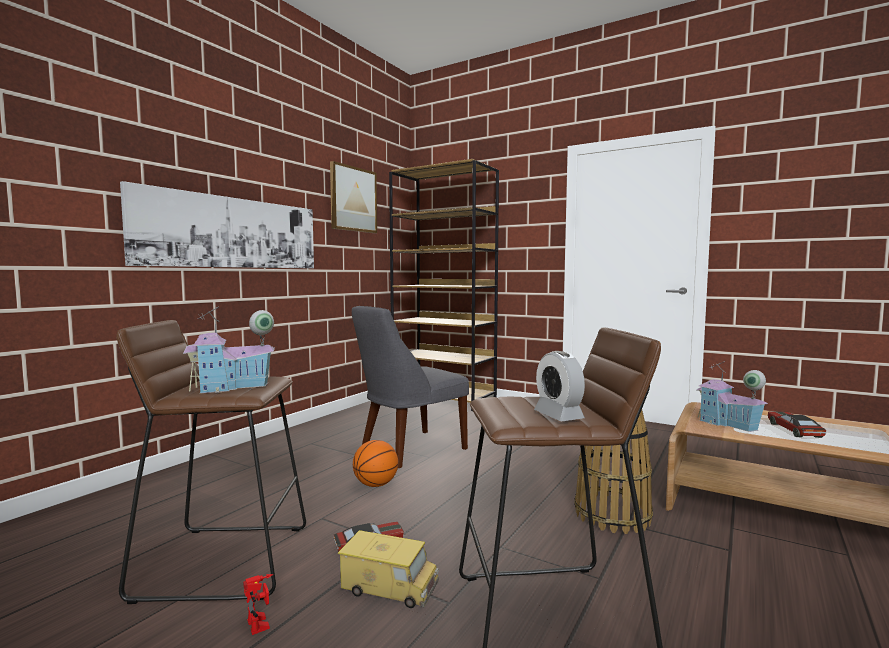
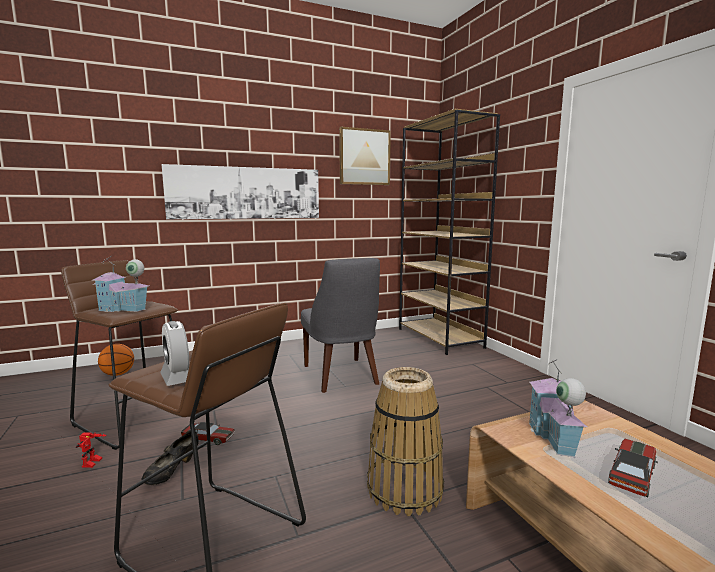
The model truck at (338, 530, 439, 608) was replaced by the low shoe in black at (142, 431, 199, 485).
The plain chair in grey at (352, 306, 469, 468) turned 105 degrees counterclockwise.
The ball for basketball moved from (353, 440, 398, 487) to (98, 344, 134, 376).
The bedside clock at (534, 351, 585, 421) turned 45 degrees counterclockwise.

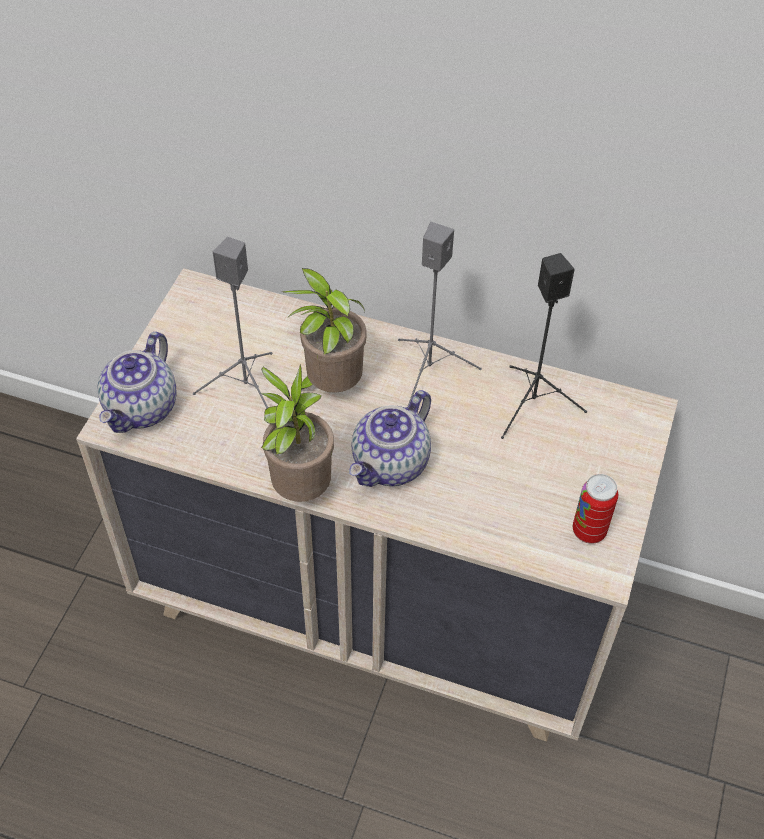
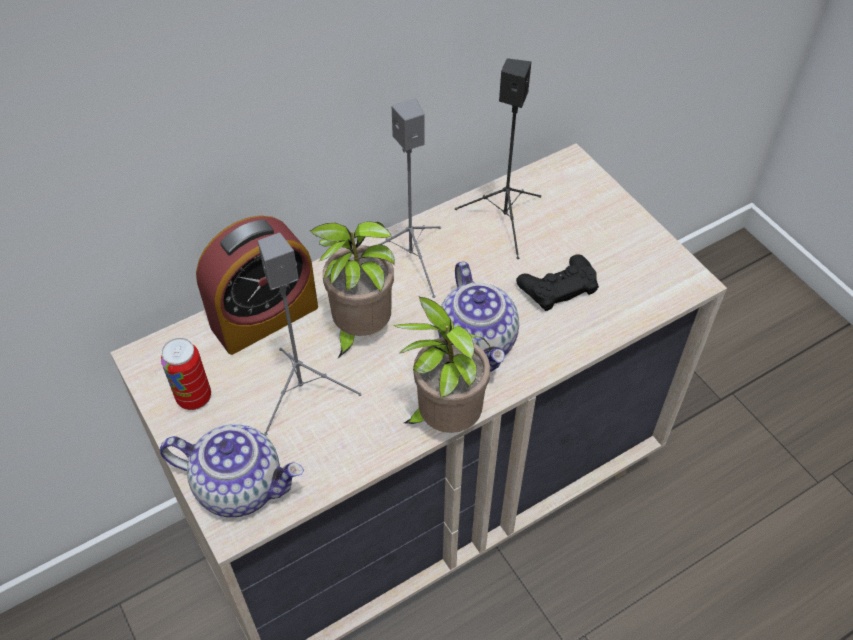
The teapot at (98, 332, 177, 433) turned 45 degrees counterclockwise.
The sealed can moved from (573, 474, 618, 544) to (161, 338, 211, 410).
The bedside clock at (196, 216, 318, 355) appeared.
The game controller in black at (516, 254, 599, 311) appeared.

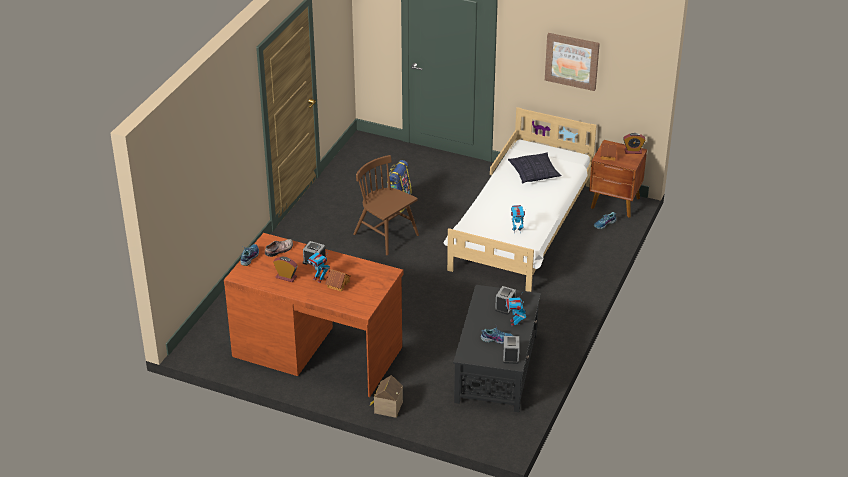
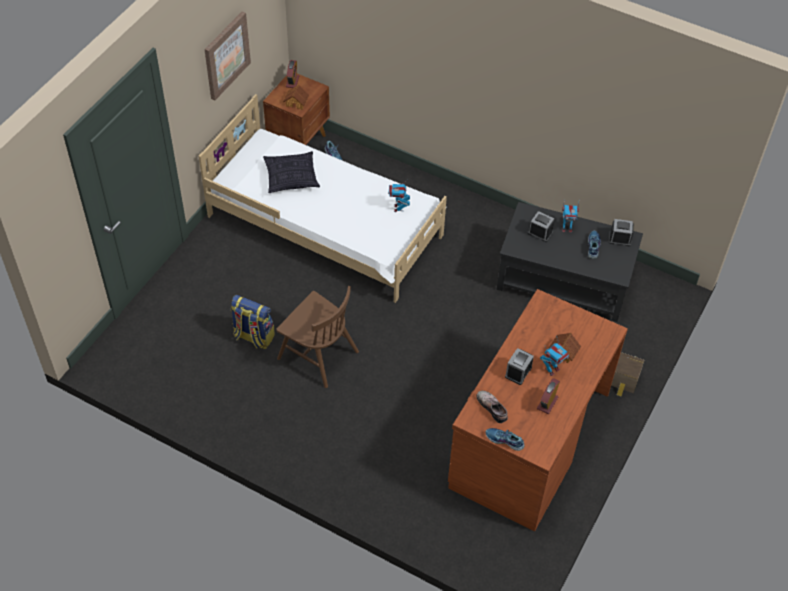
The plain chair in brownish at (353, 155, 419, 255) turned 105 degrees counterclockwise.

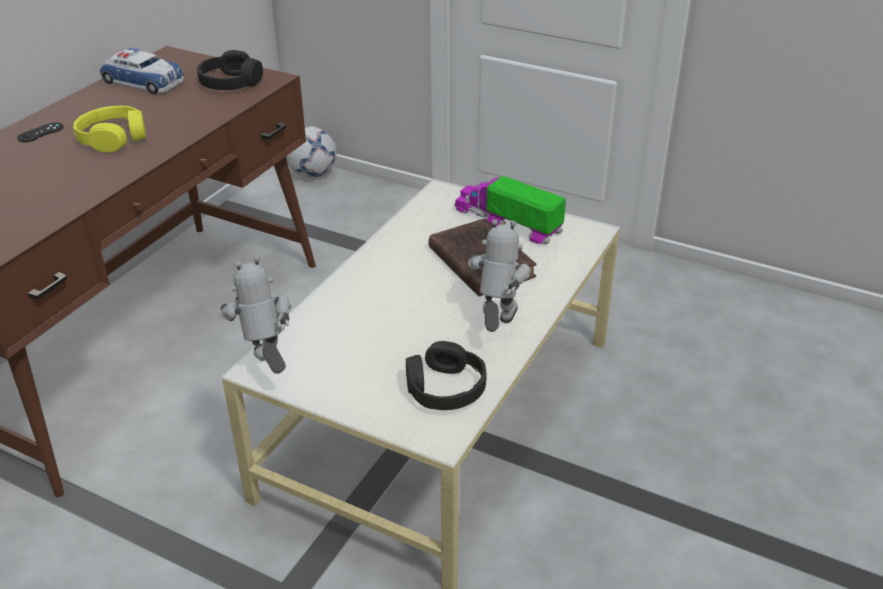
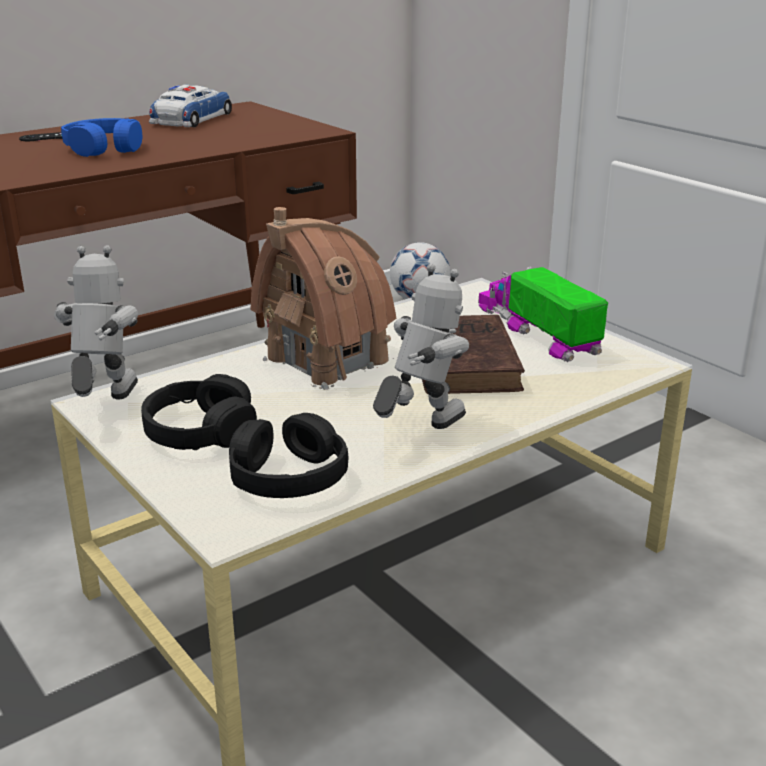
The headset in yellowish at (73, 106, 146, 153) became the headset in bluish at (61, 118, 142, 157).
The miniature car at (100, 48, 185, 95) turned 120 degrees counterclockwise.
The headset in black moved from (197, 50, 263, 90) to (141, 374, 257, 450).
The miniature house at (250, 207, 396, 390) appeared.

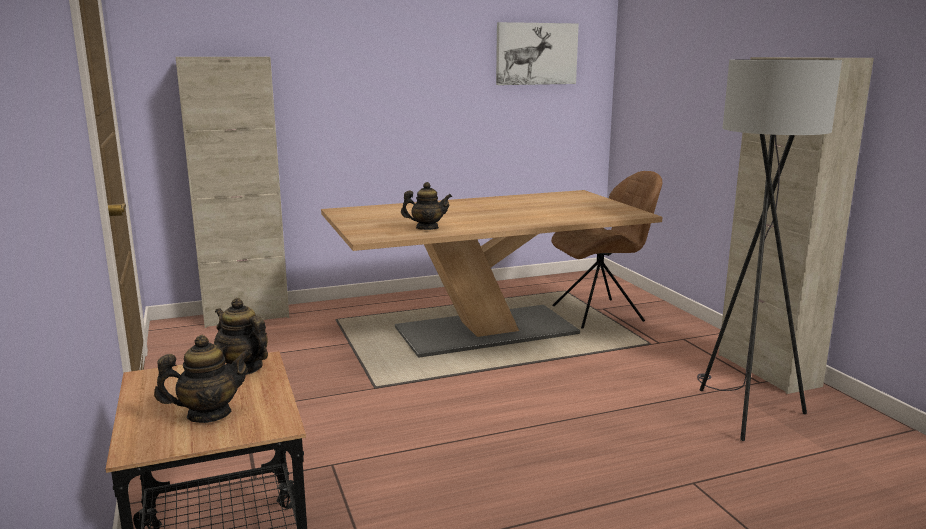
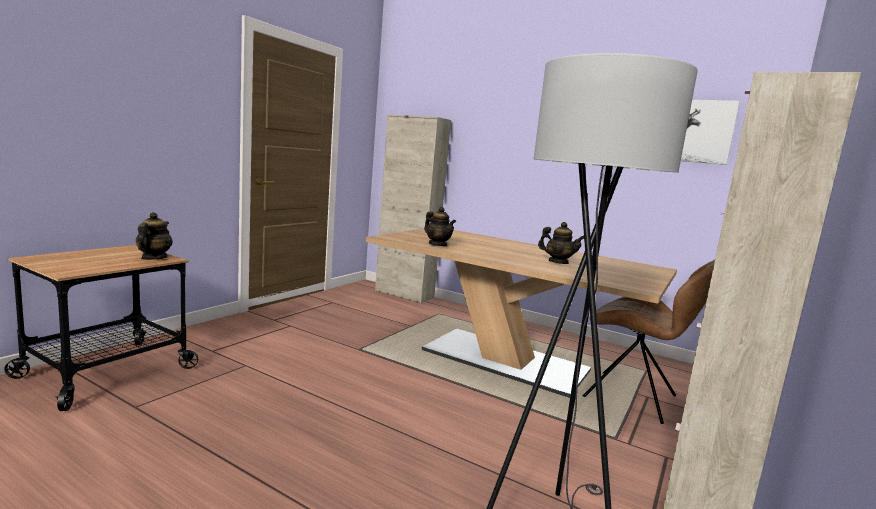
The teapot moved from (154, 335, 252, 423) to (538, 222, 584, 264).

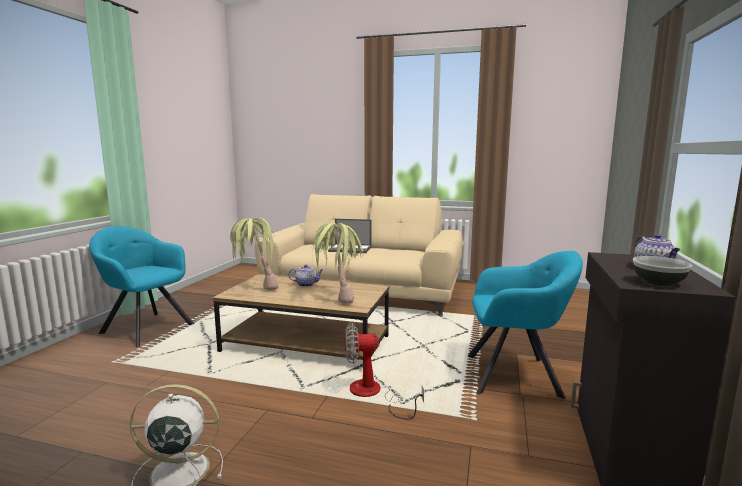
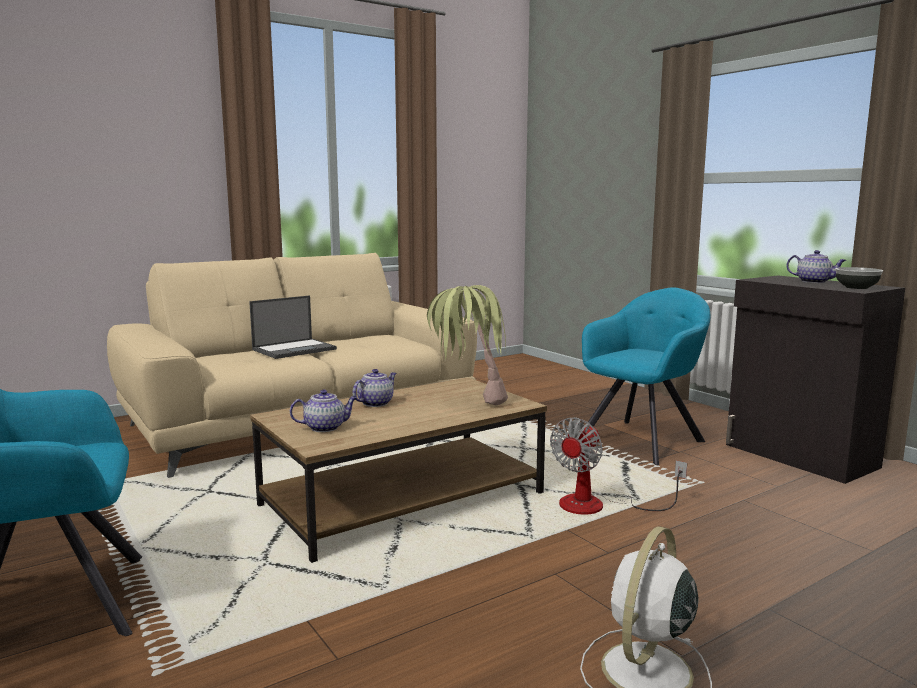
The houseplant at (230, 218, 278, 291) was replaced by the teapot at (290, 389, 357, 432).

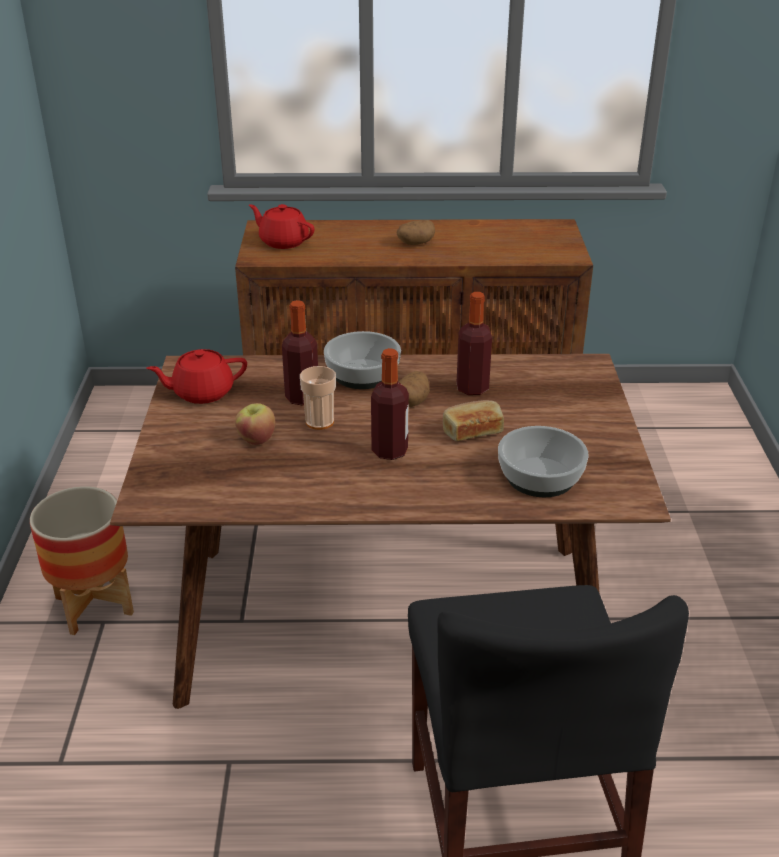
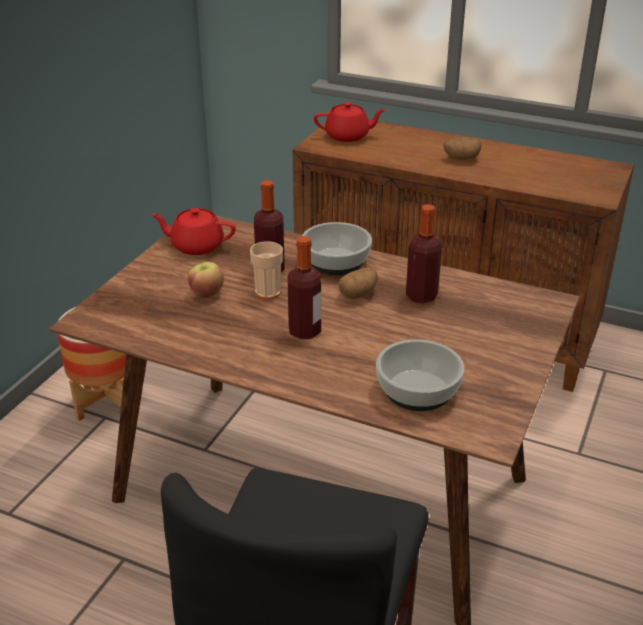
The teapot in red-coloured at (249, 204, 314, 249) turned 120 degrees clockwise.
The bakery bread at (443, 400, 504, 441) disappeared.

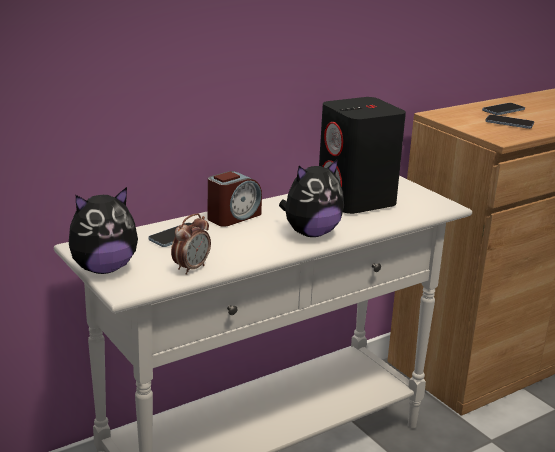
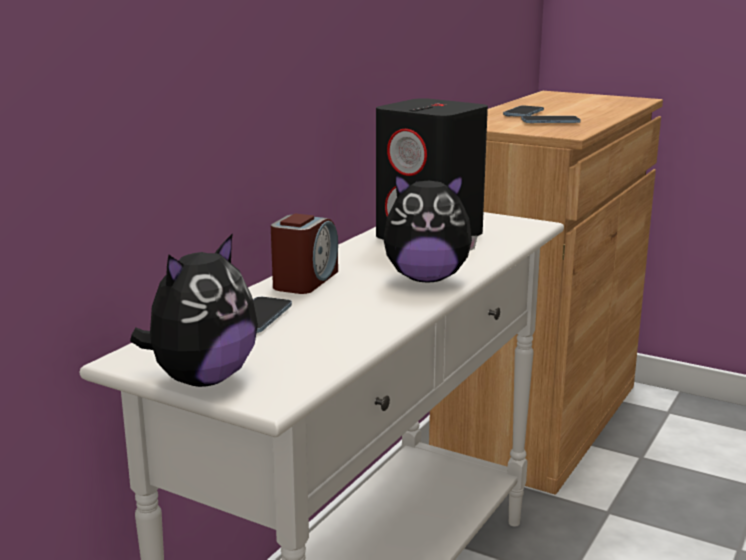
The bedside clock at (171, 213, 211, 275) disappeared.
The cuddly toy at (279, 159, 344, 237) turned 60 degrees clockwise.

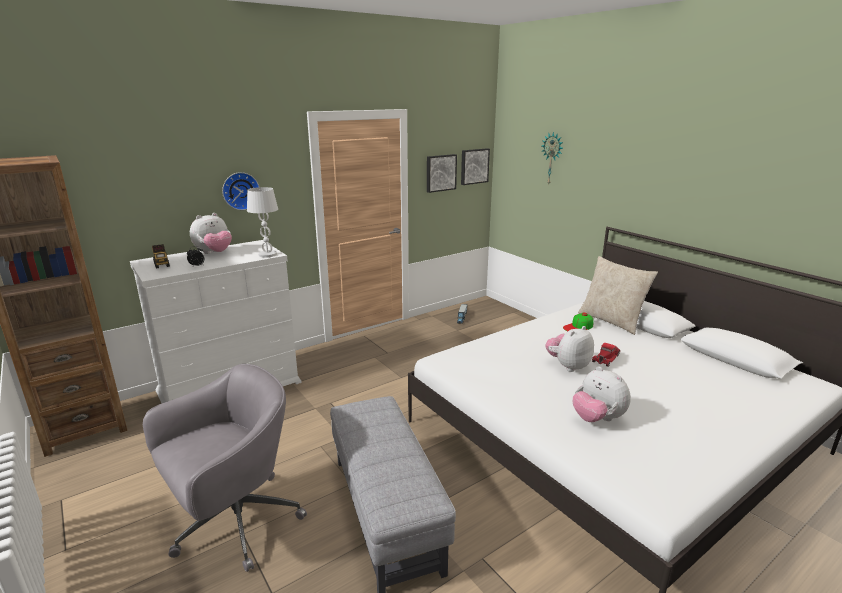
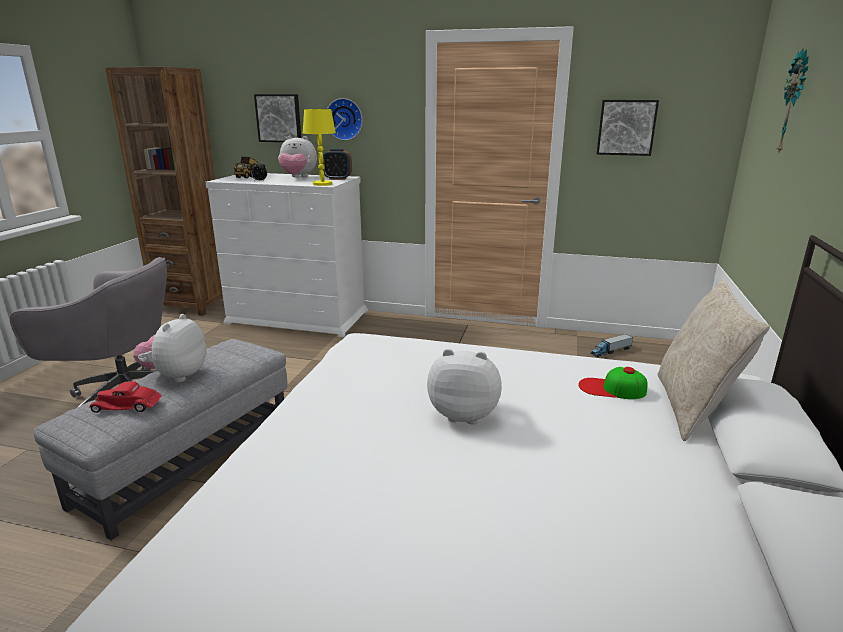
The lamp for a table in white-coloured at (247, 187, 278, 258) became the lamp for a table in yellowish at (303, 109, 336, 186).
The picture moved from (461, 148, 490, 185) to (254, 94, 301, 142).
The cuddly toy moved from (573, 366, 631, 422) to (133, 314, 207, 382).
The miniature car in red-coloured moved from (592, 343, 621, 367) to (89, 381, 162, 413).
The bedside clock at (323, 149, 352, 180) appeared.

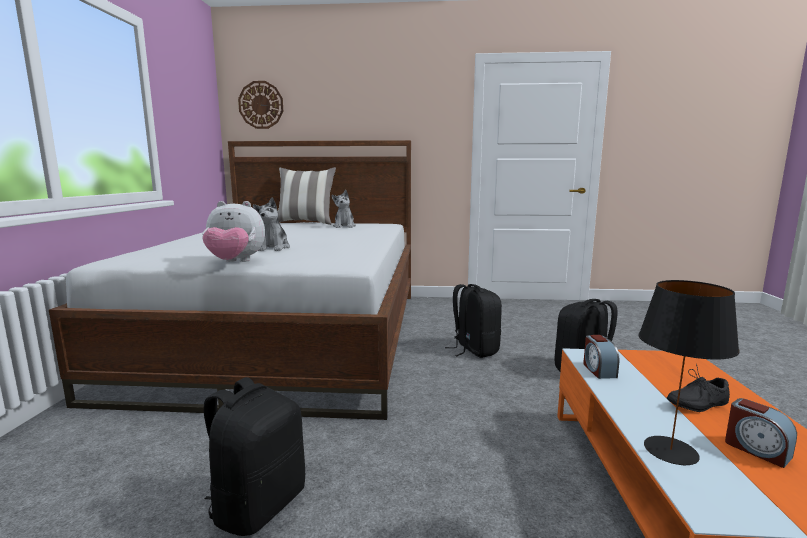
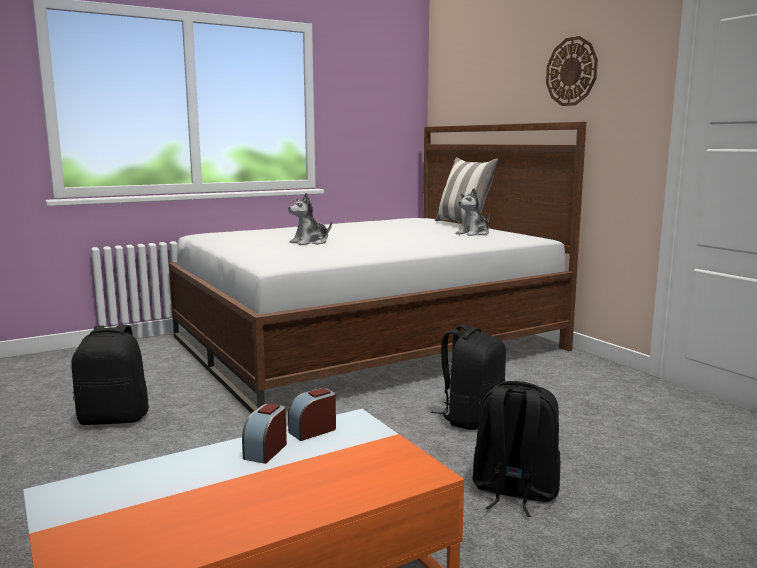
The cuddly toy at (202, 201, 265, 262) disappeared.
The clock on the wall moved from (238, 81, 283, 129) to (546, 36, 598, 106).
The lamp for a table in black at (638, 280, 740, 465) disappeared.
The low shoe in black at (666, 364, 730, 412) disappeared.
The bedside clock moved from (725, 398, 797, 468) to (242, 403, 287, 464).

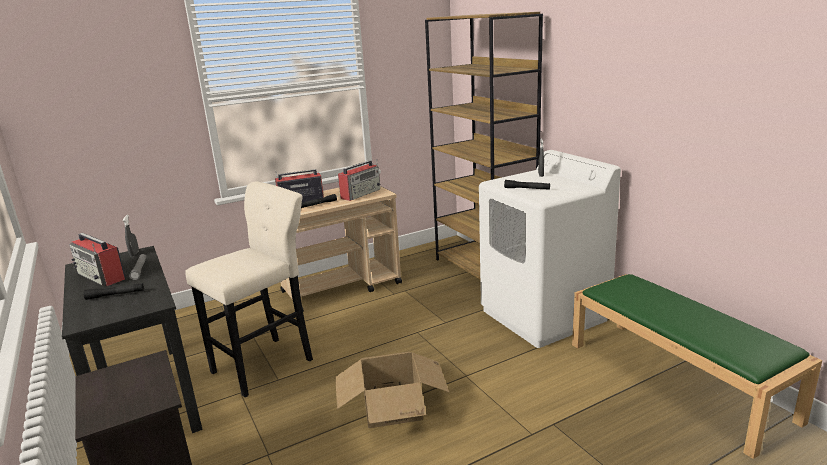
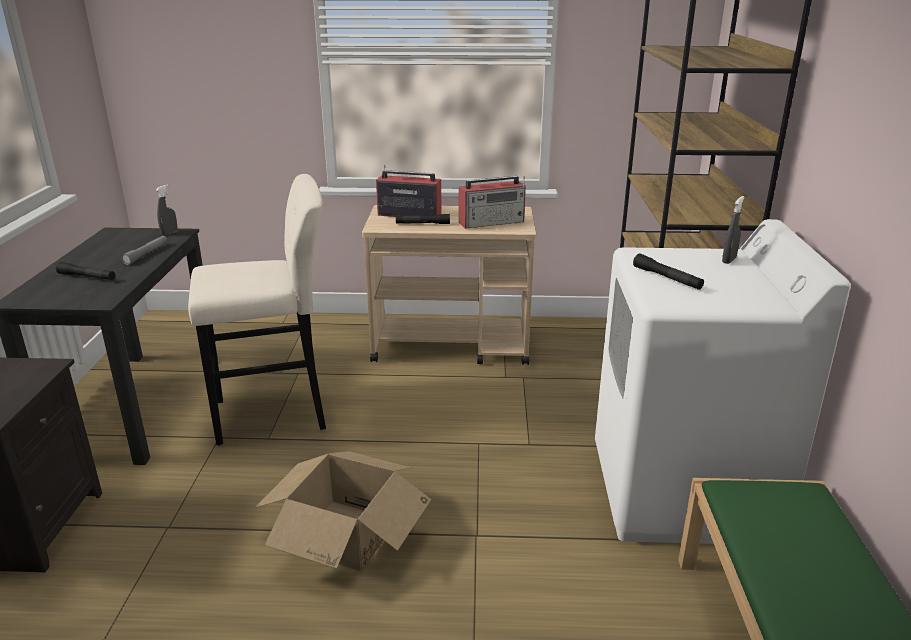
The radio at (69, 233, 125, 286) disappeared.

